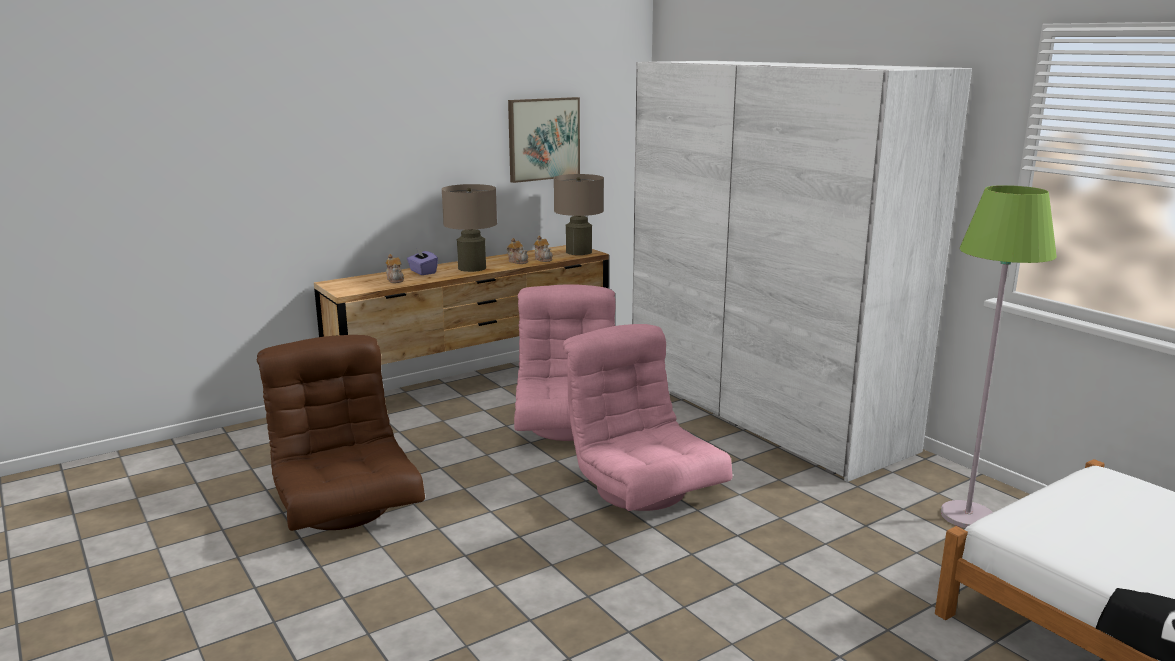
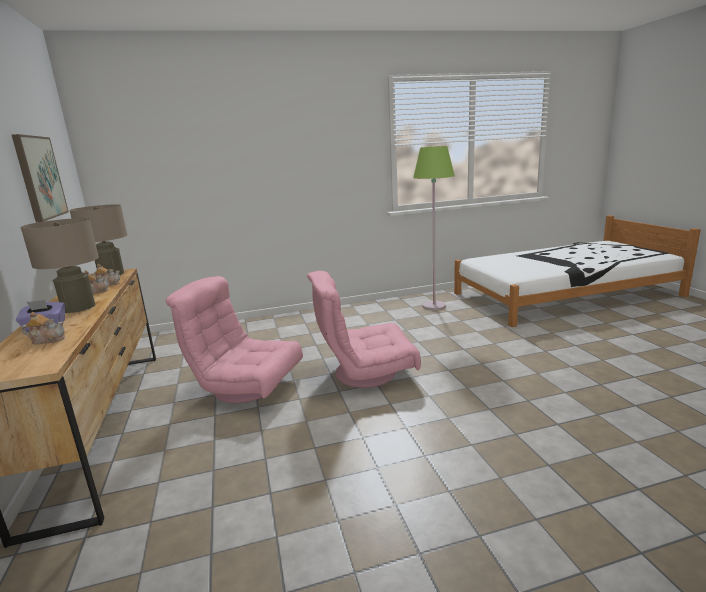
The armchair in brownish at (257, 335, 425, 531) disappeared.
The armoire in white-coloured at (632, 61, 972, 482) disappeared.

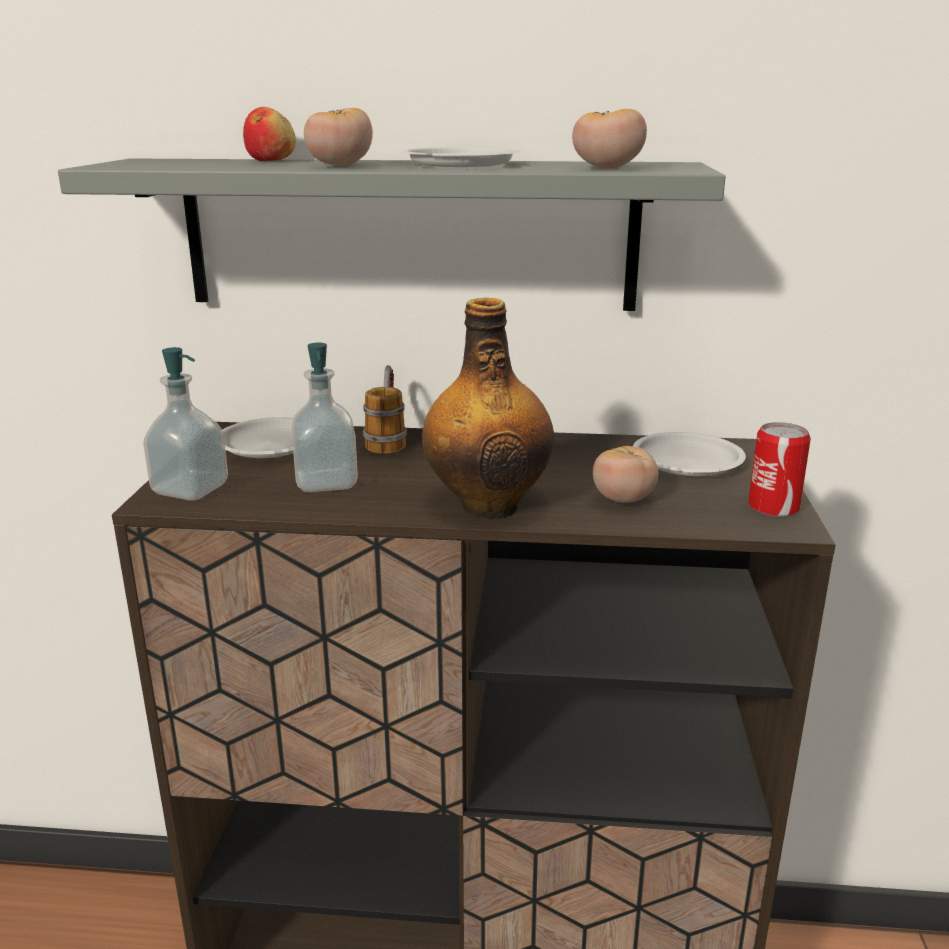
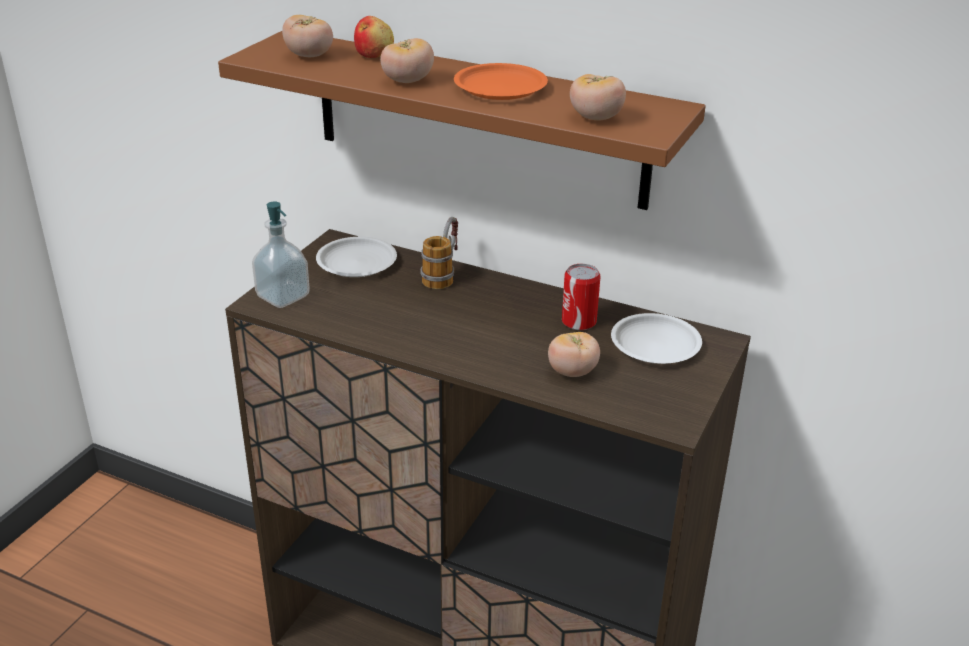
The shelf in grey at (58, 158, 726, 311) became the shelf in brownish at (218, 31, 706, 210).
The soap dispenser at (292, 343, 358, 492) disappeared.
The plate in white-coloured at (402, 147, 520, 167) became the plate in orangey at (454, 63, 548, 100).
The beverage bottle at (422, 298, 554, 519) disappeared.
The sealed can moved from (748, 422, 811, 517) to (562, 264, 601, 330).
The tomato at (282, 15, 333, 57) appeared.

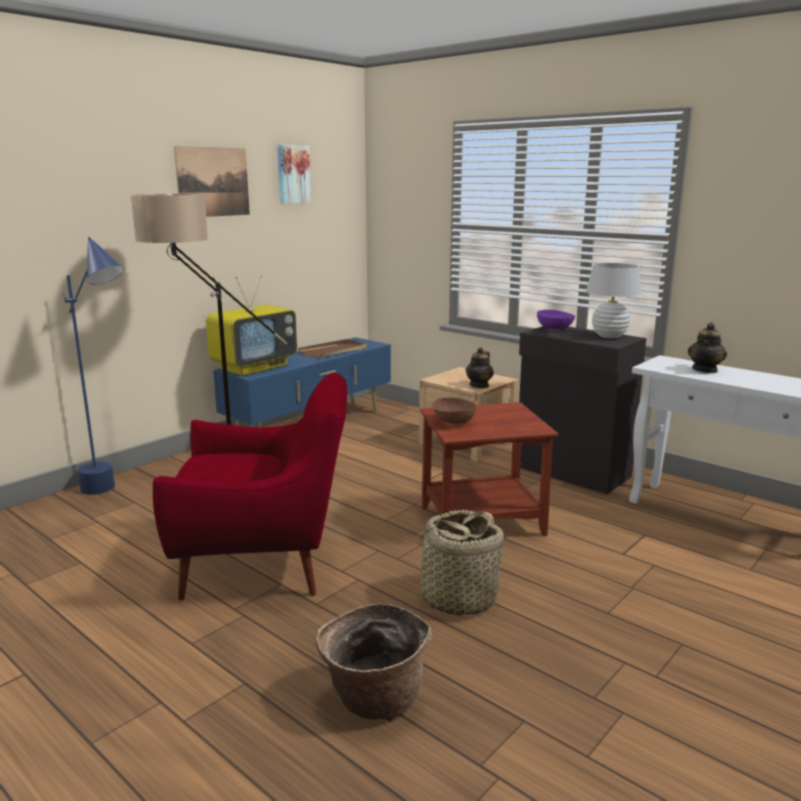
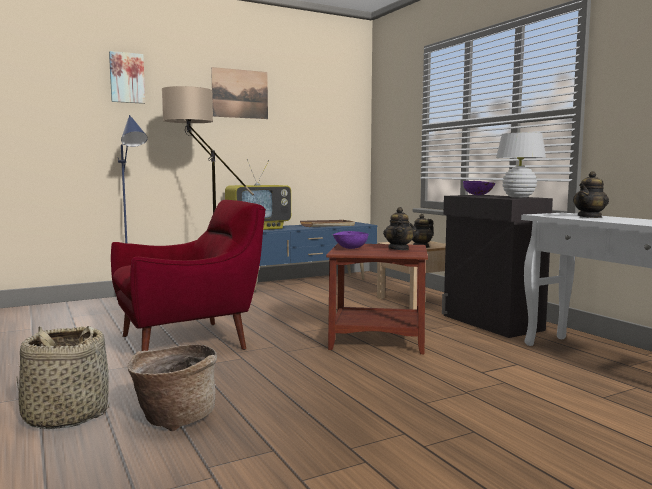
The armchair in red-coloured at (153, 373, 347, 601) turned 45 degrees counterclockwise.
The picture moved from (277, 145, 311, 204) to (109, 51, 145, 104).
The basket moved from (402, 510, 508, 616) to (17, 326, 110, 429).
The deep dish in brownish at (432, 397, 476, 424) became the deep dish in purple-coloured at (333, 231, 369, 249).
The teapot at (383, 207, 415, 250) appeared.

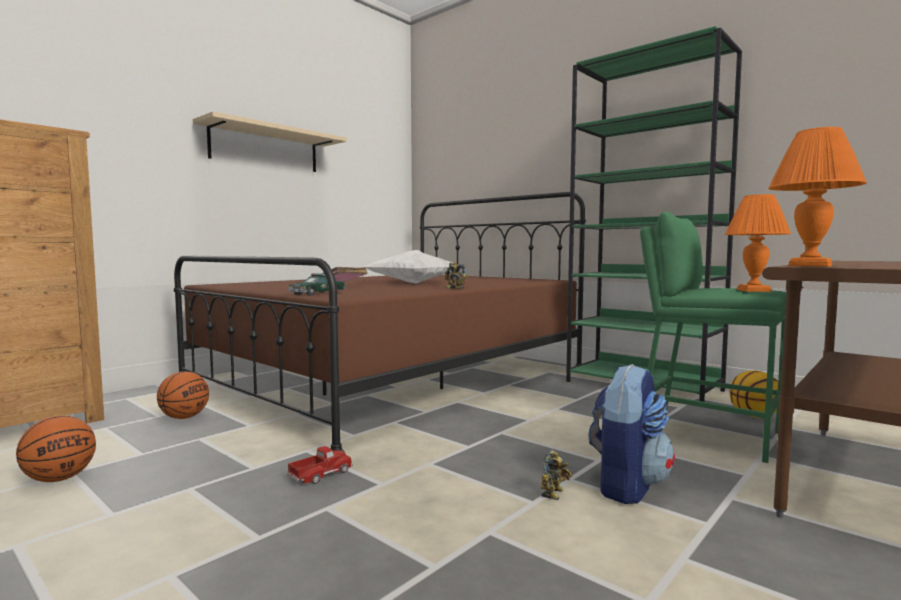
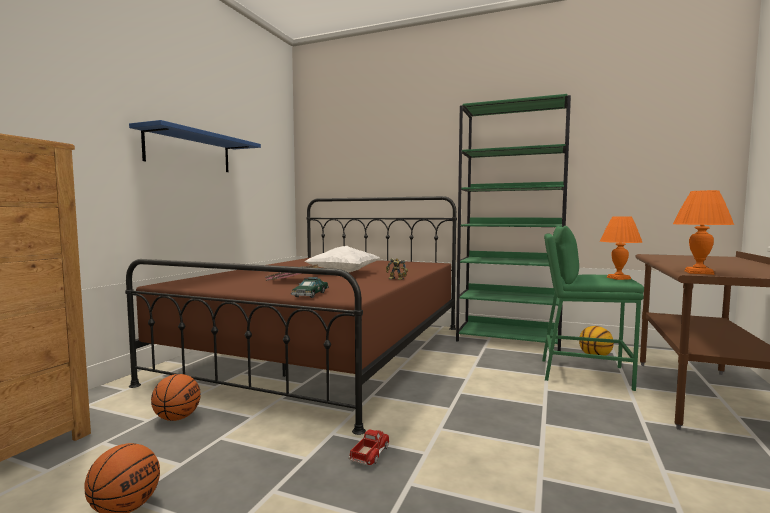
The shelf in beige-coloured at (193, 111, 347, 172) became the shelf in bluish at (129, 120, 261, 172).
The toy robot at (541, 450, 572, 500) disappeared.
The backpack at (589, 364, 675, 504) disappeared.

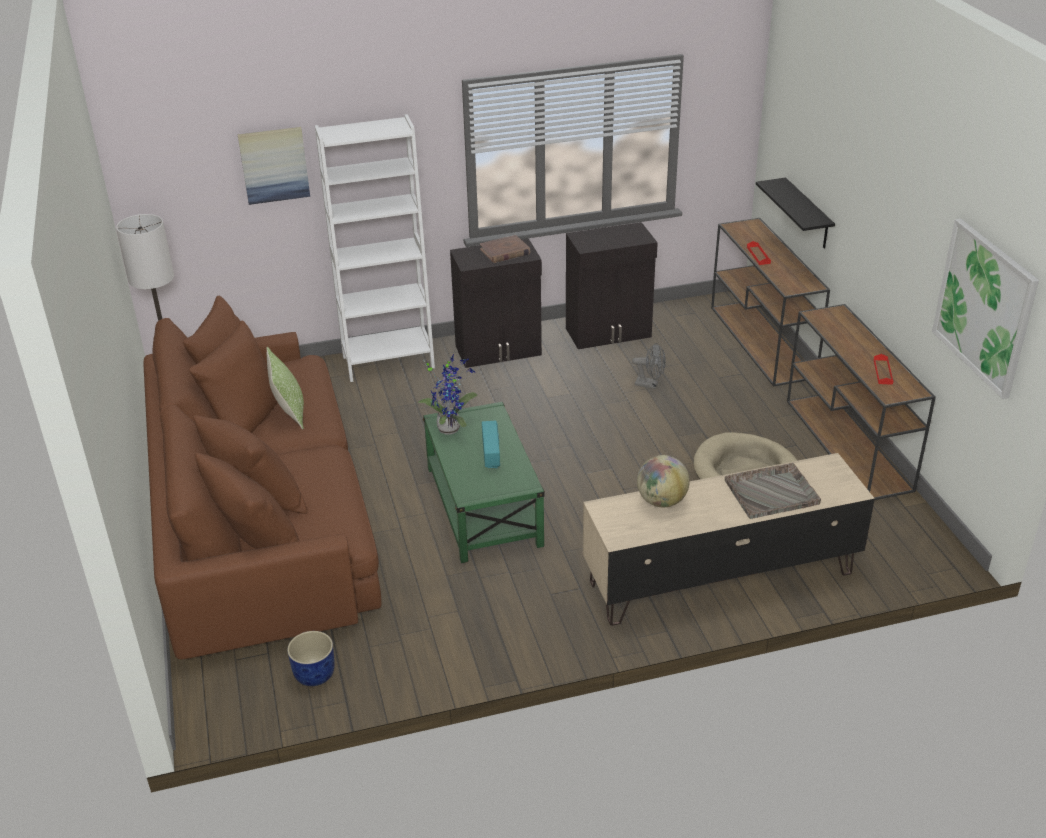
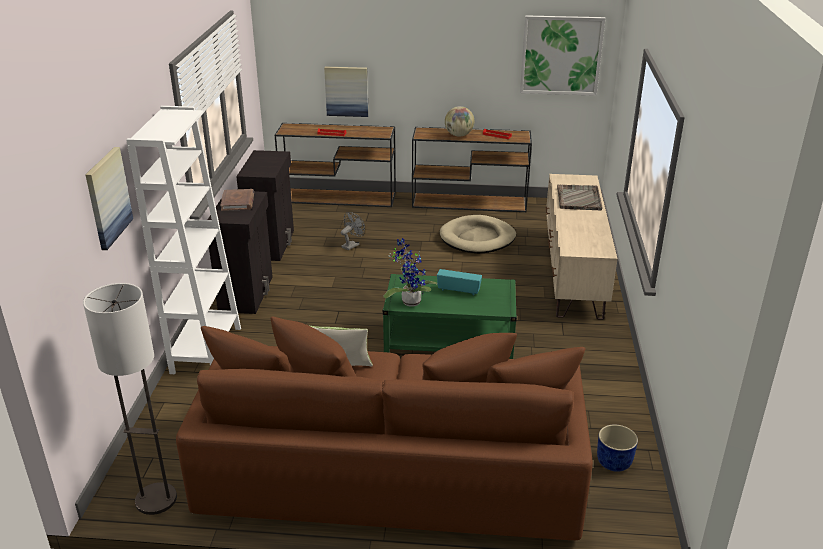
The globe moved from (637, 455, 690, 507) to (445, 106, 474, 137).
The shelf in black at (756, 178, 835, 248) was replaced by the picture at (324, 67, 369, 117).

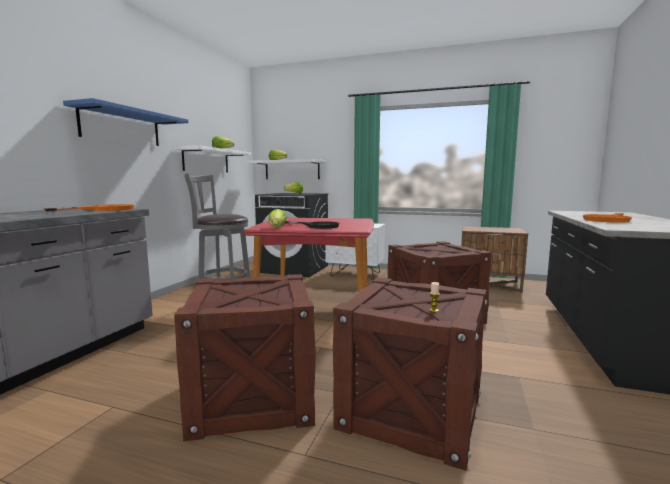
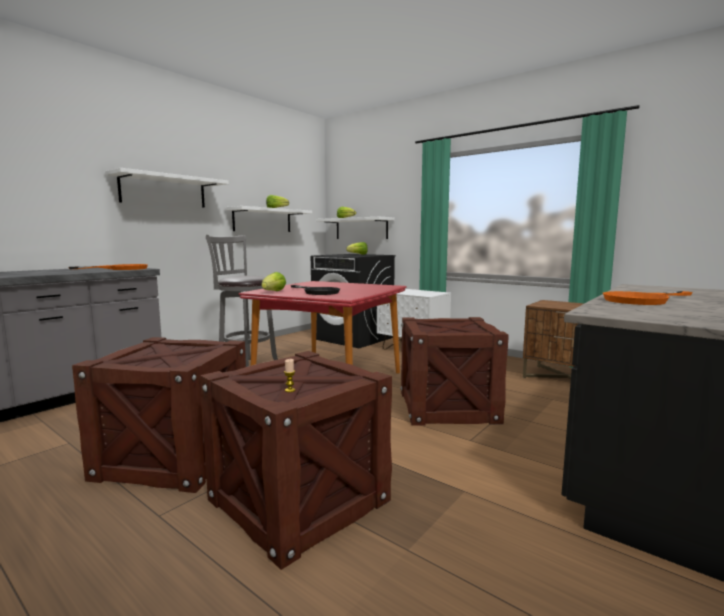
The shelf in bluish at (63, 98, 188, 146) became the shelf in white-coloured at (105, 168, 229, 208).

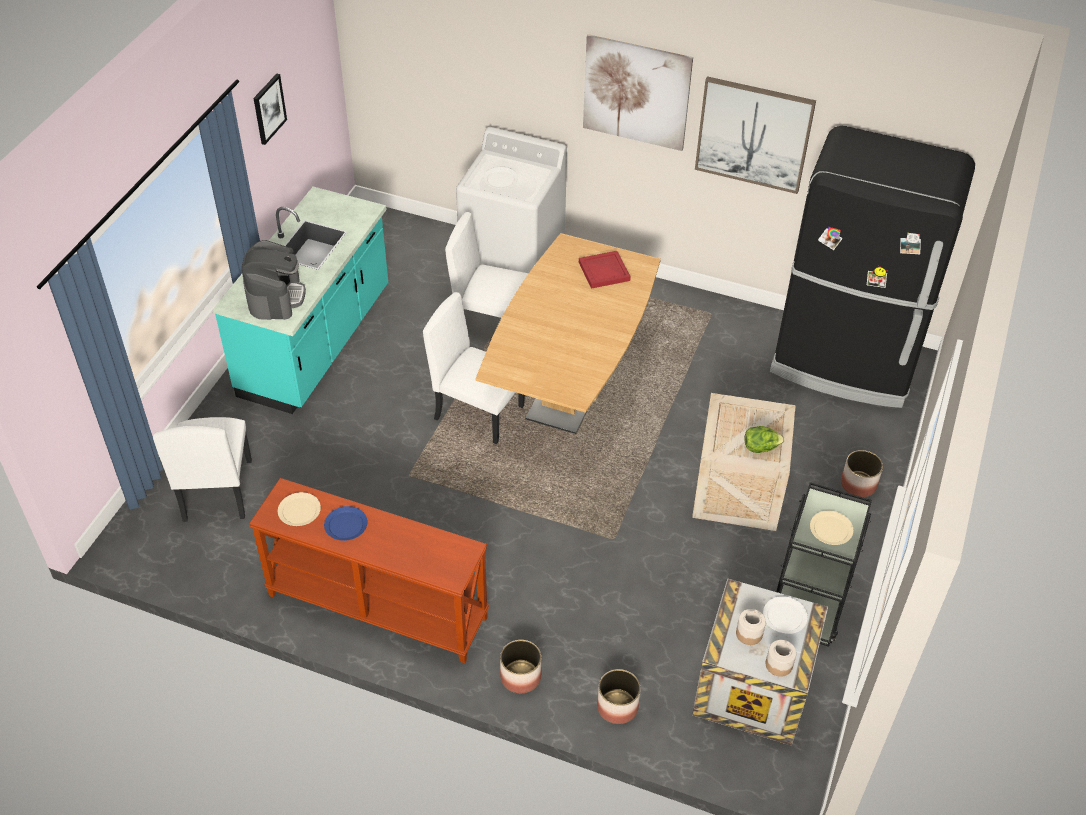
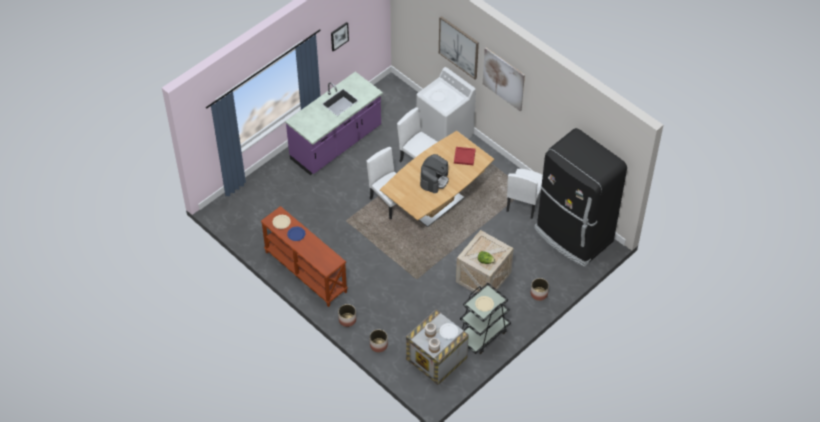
The plain chair in white-coloured moved from (153, 417, 252, 522) to (506, 169, 543, 219).
The kitchen base unit in blue-green at (213, 187, 388, 414) became the kitchen base unit in purple-coloured at (285, 72, 383, 175).
The coffee maker moved from (242, 240, 306, 320) to (420, 154, 449, 193).
The picture moved from (695, 76, 816, 194) to (439, 16, 479, 79).

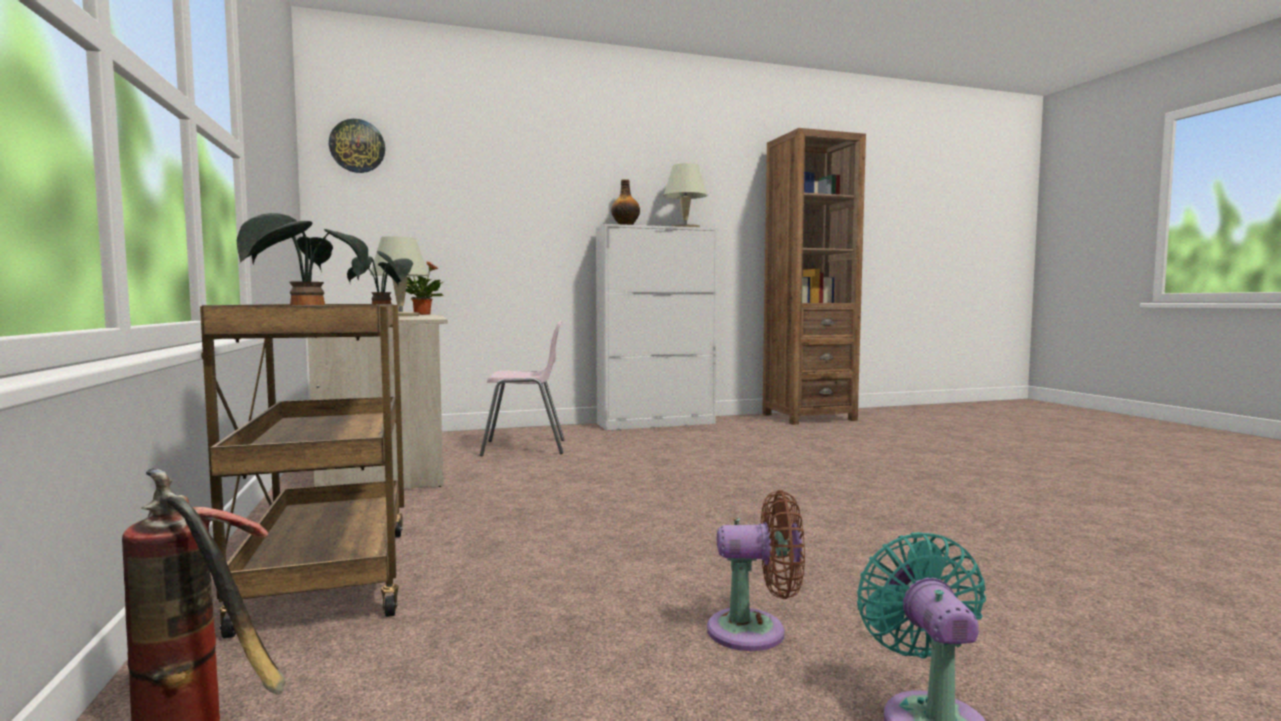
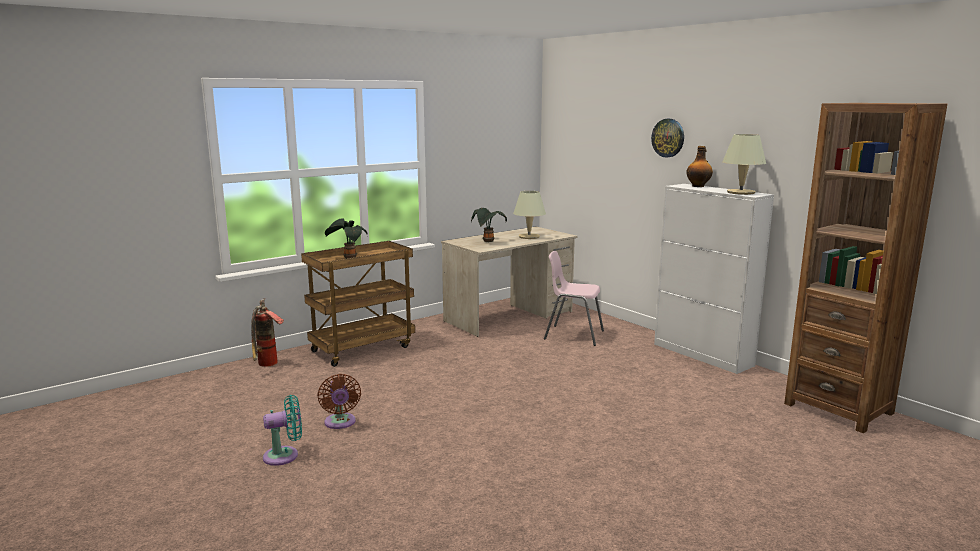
The clock on the wall moved from (329, 119, 385, 173) to (651, 119, 684, 158).
The houseplant at (406, 261, 445, 315) disappeared.
The plain chair in pink at (480, 320, 564, 457) turned 135 degrees clockwise.

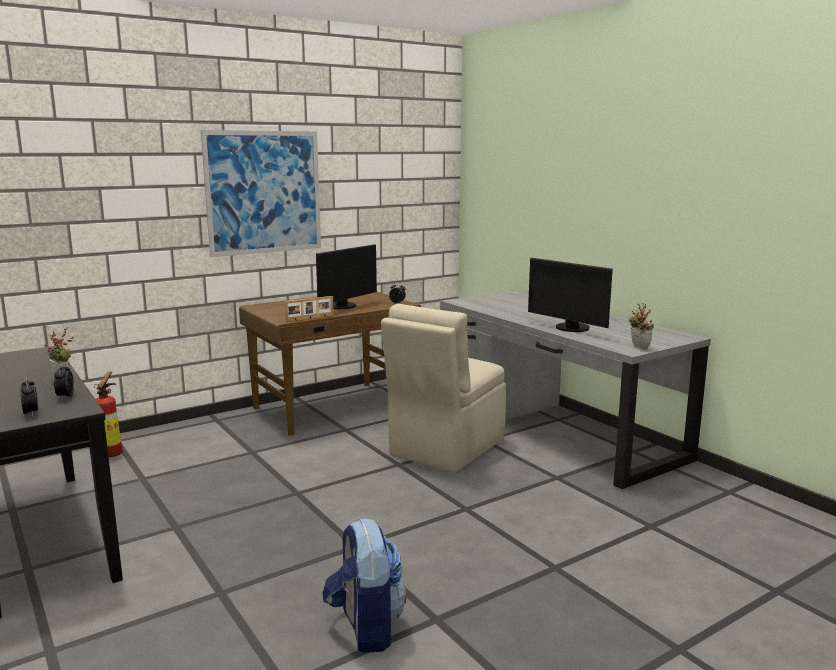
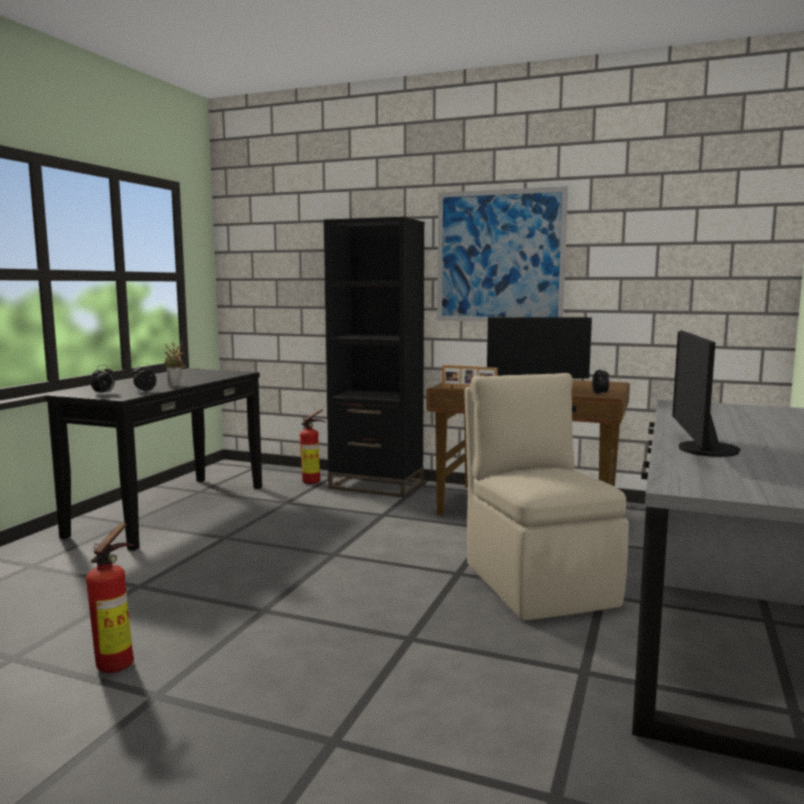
The backpack at (322, 519, 406, 652) was replaced by the fire extinguisher at (86, 523, 134, 673).
The plain chair in beige-coloured at (381, 304, 506, 473) turned 75 degrees clockwise.
The houseplant at (629, 304, 654, 349) disappeared.
The shelving unit in black at (324, 217, 425, 497) appeared.

